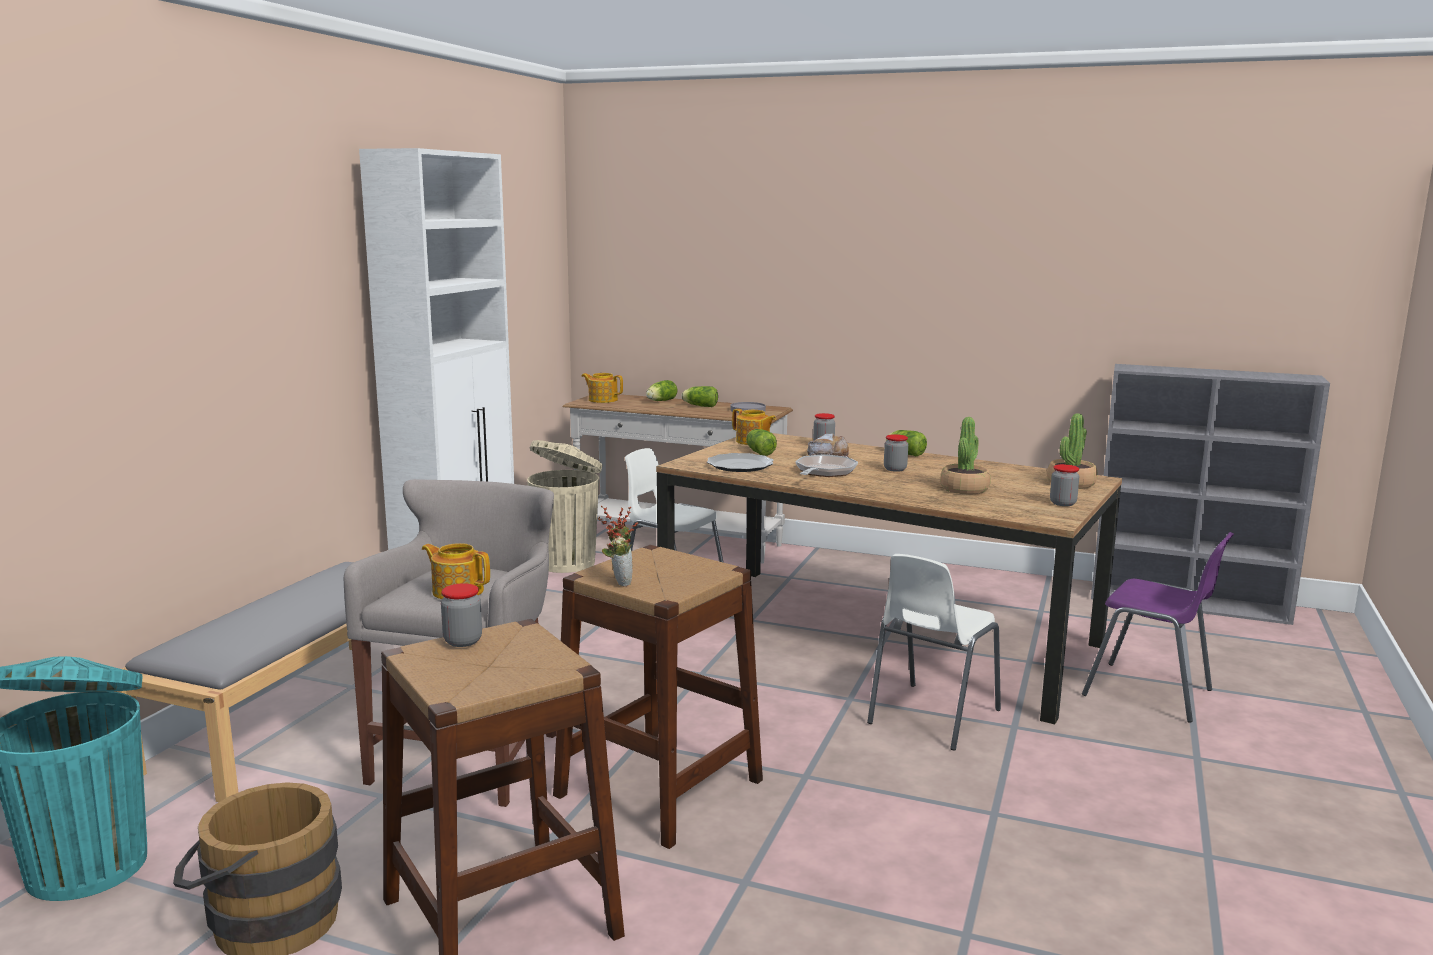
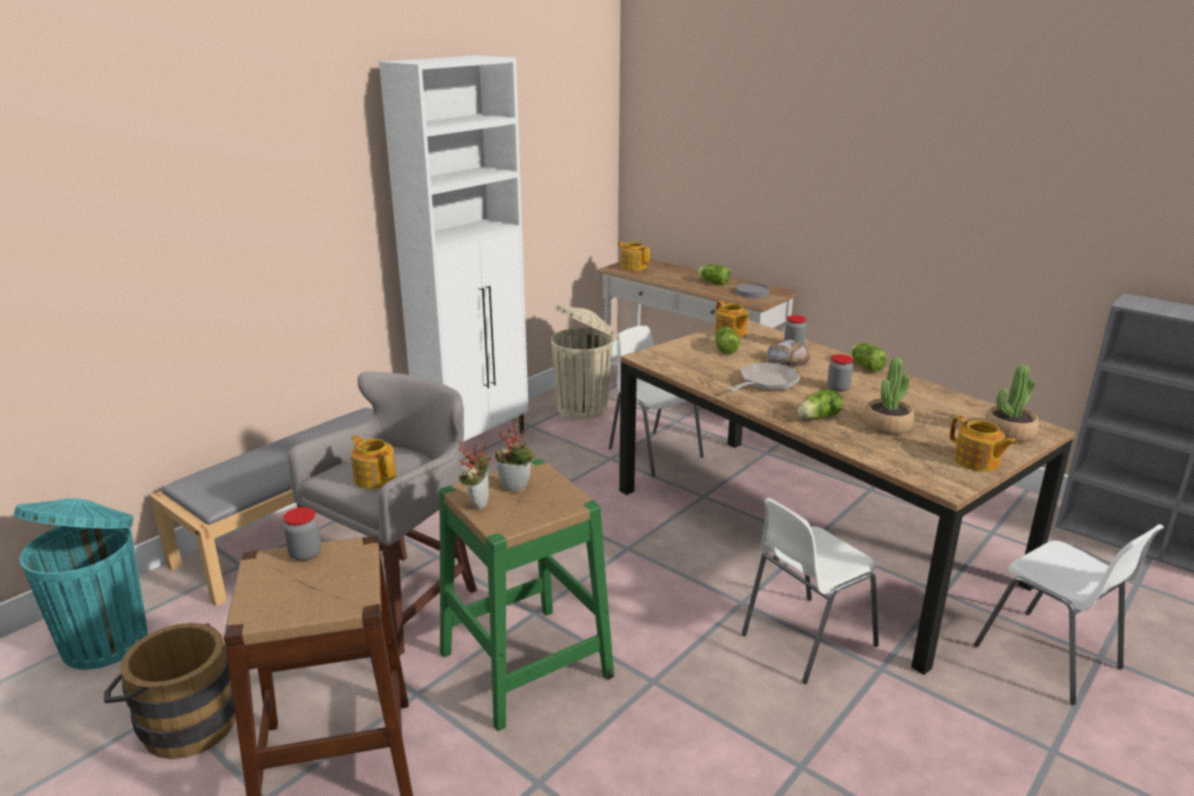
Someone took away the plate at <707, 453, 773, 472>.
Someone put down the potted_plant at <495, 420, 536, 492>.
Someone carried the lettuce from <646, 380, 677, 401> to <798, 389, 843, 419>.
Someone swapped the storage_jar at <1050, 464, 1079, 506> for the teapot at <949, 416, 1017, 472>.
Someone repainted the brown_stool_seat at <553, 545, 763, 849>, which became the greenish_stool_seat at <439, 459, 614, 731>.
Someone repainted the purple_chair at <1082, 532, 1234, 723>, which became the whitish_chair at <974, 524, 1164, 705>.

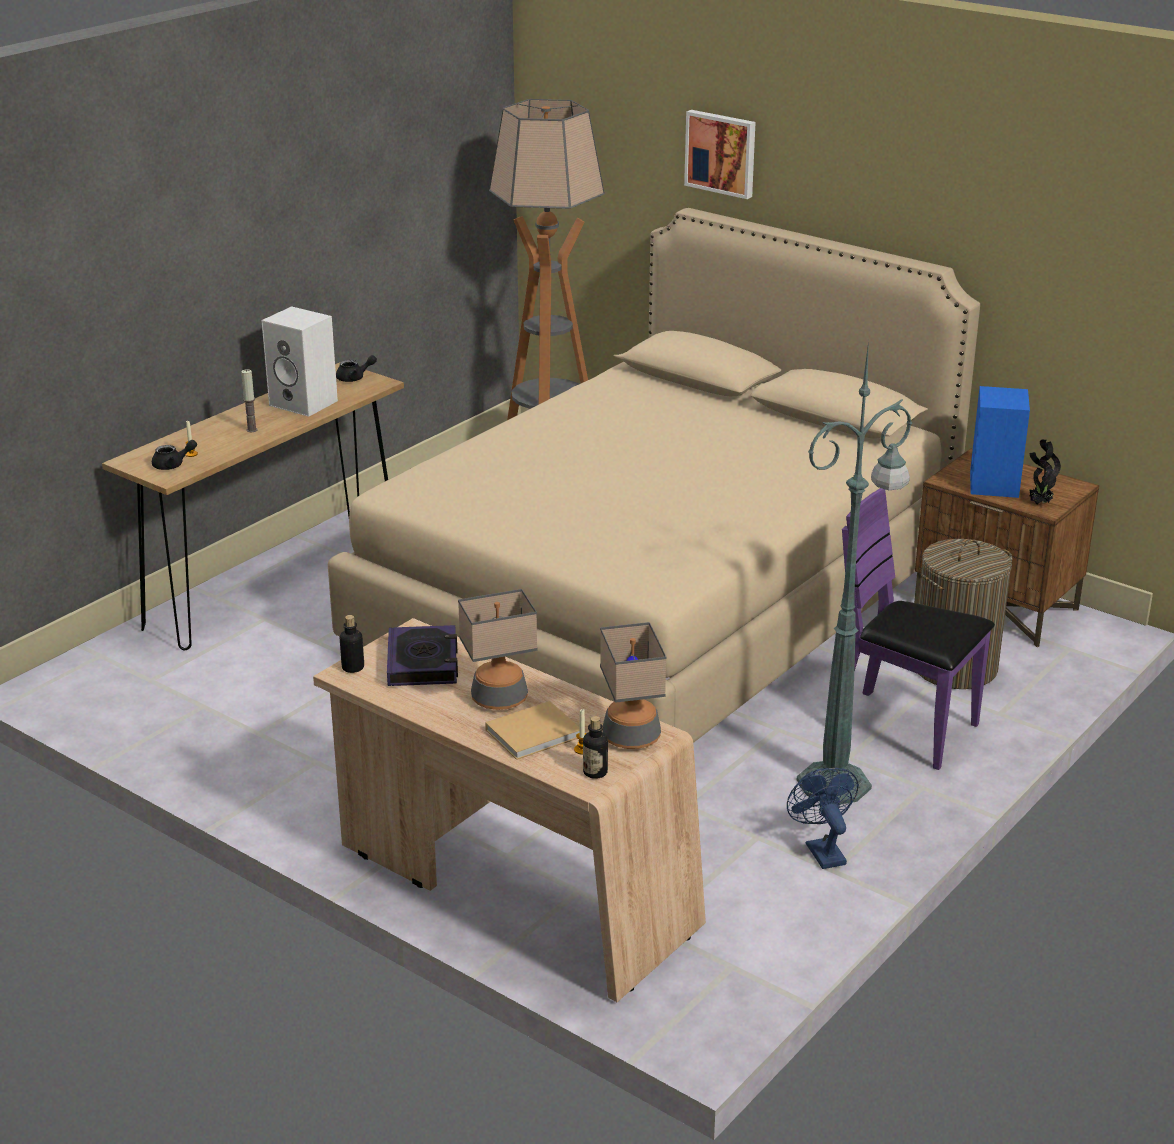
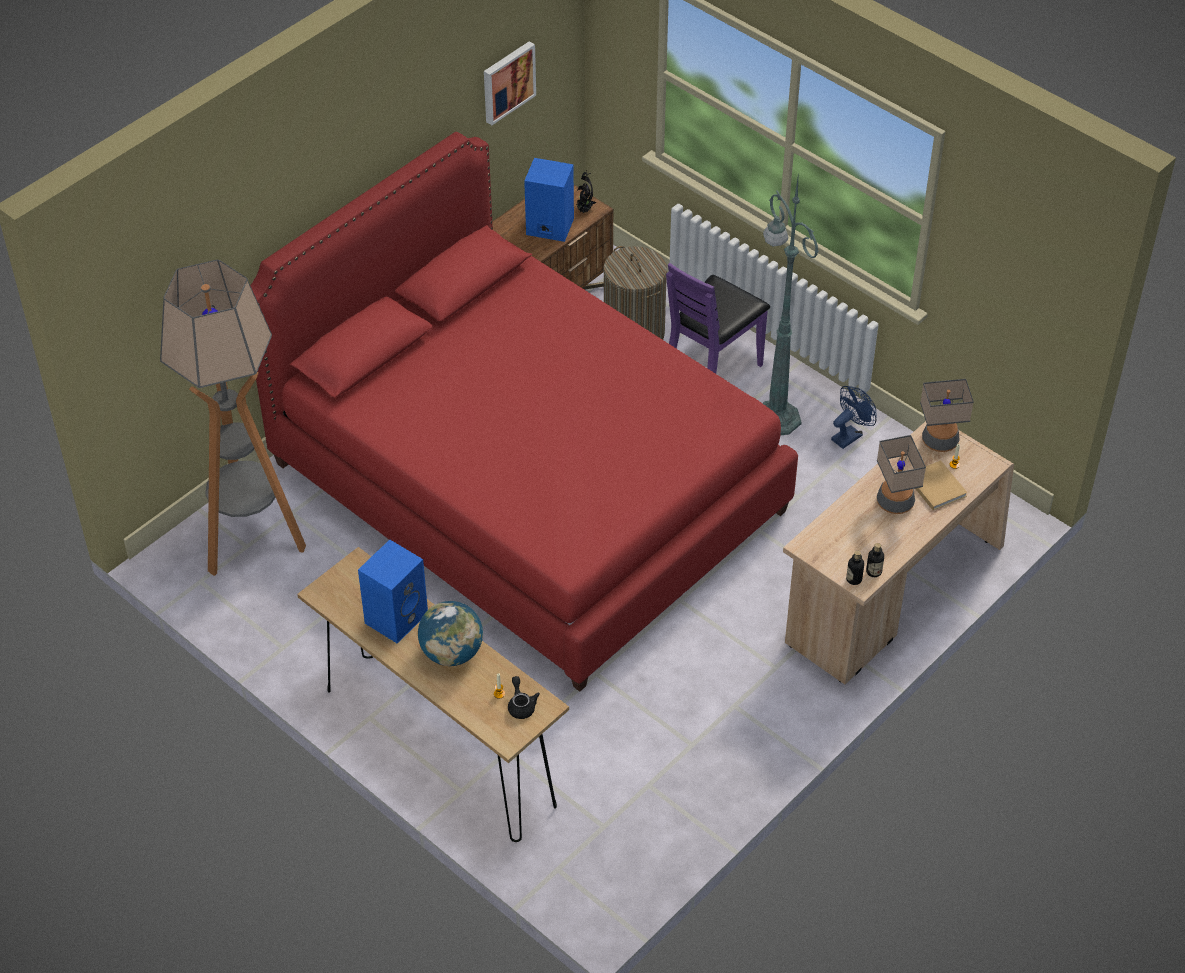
Someone took away the black-coloured_teapot at <336, 355, 377, 382>.
Someone took away the volume at <387, 625, 458, 686>.
Someone carried the beverage_bottle from <583, 716, 608, 779> to <866, 543, 884, 577>.
Someone carried the wall_art from <684, 110, 755, 199> to <484, 41, 536, 125>.
Someone swapped the candle at <241, 369, 258, 432> for the desk_globe at <418, 601, 483, 666>.
Someone repainted the whitish_speaker at <261, 306, 338, 417>, which became the bluish_speaker at <358, 540, 428, 644>.
Someone repainted the sand-coloured_sleeping_bed at <328, 208, 980, 743>, which became the red-coloured_sleeping_bed at <250, 132, 798, 692>.
Someone rotated the bluish_fan at <787, 768, 859, 869> by 150 degrees clockwise.

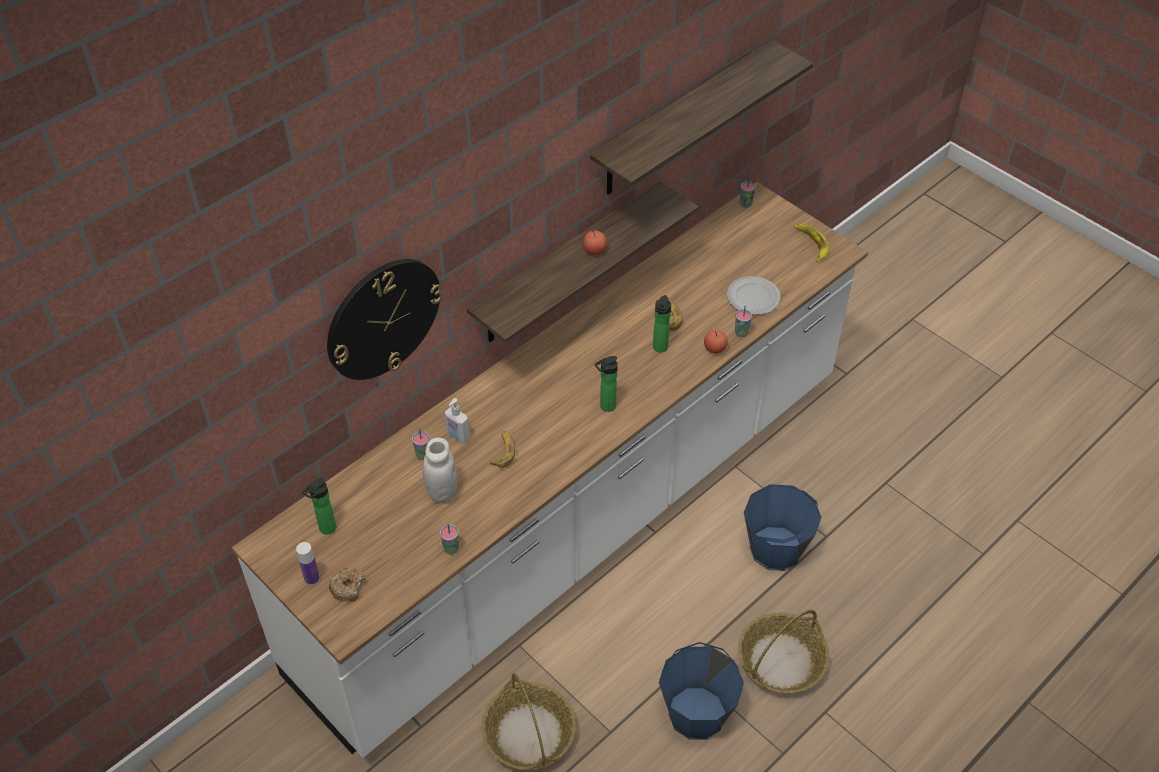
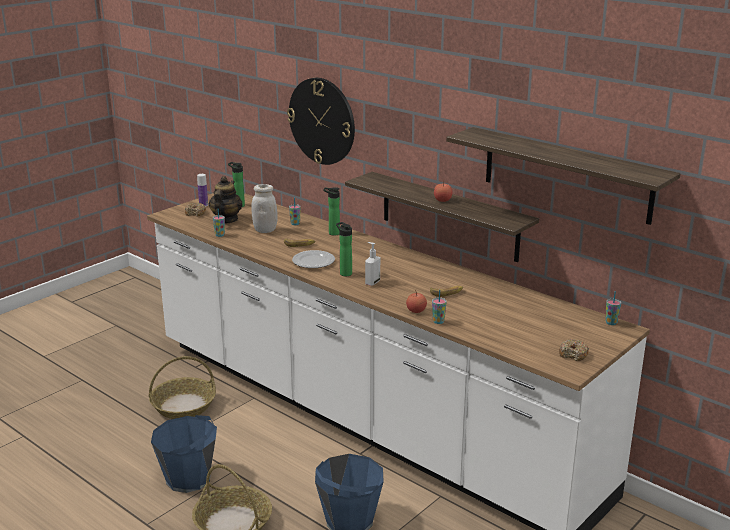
Someone put down the teapot at <209, 176, 243, 224>.
Someone carried the liquid_soap_bottle from <445, 398, 470, 443> to <365, 242, 380, 286>.
Someone carried the beverage_bottle from <653, 295, 671, 352> to <323, 187, 340, 236>.
Someone carried the plate from <727, 276, 781, 315> to <292, 250, 335, 268>.
Someone swapped the whole_banana at <794, 224, 829, 262> for the donut at <559, 339, 589, 361>.

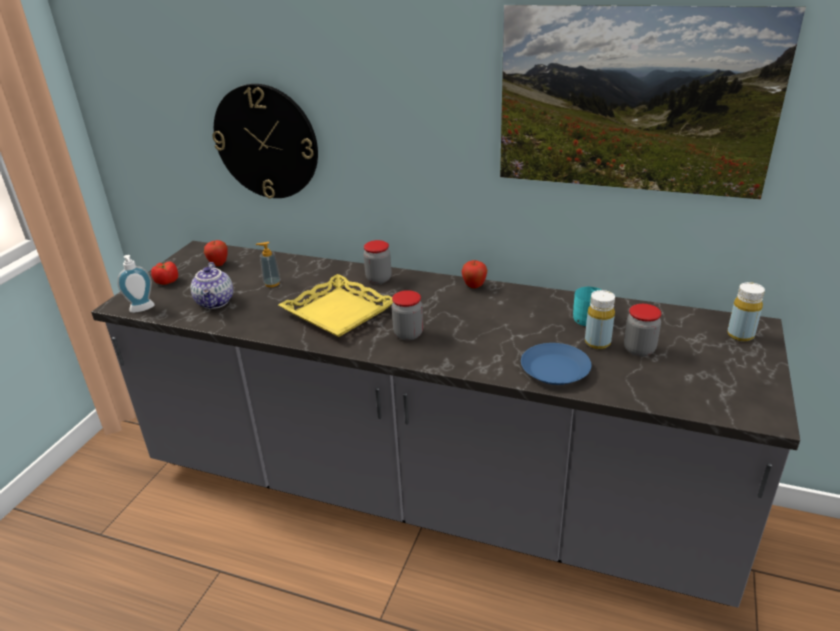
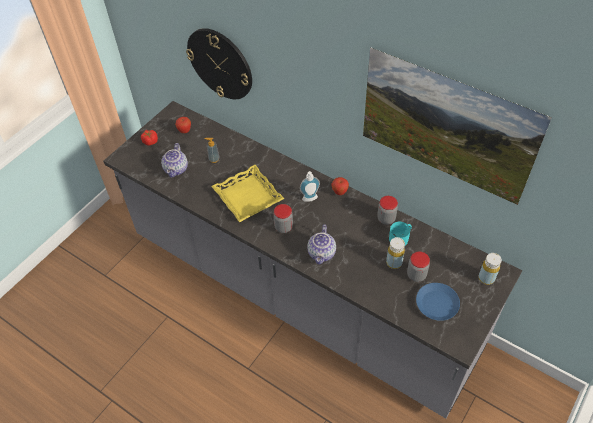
Someone put down the teapot at <307, 224, 336, 264>.
Someone carried the liquid_soap_bottle from <117, 255, 155, 313> to <300, 171, 320, 202>.
Someone carried the storage_jar from <363, 240, 392, 284> to <377, 196, 398, 225>.
Someone carried the bluish_plate from <521, 343, 591, 385> to <416, 283, 460, 321>.

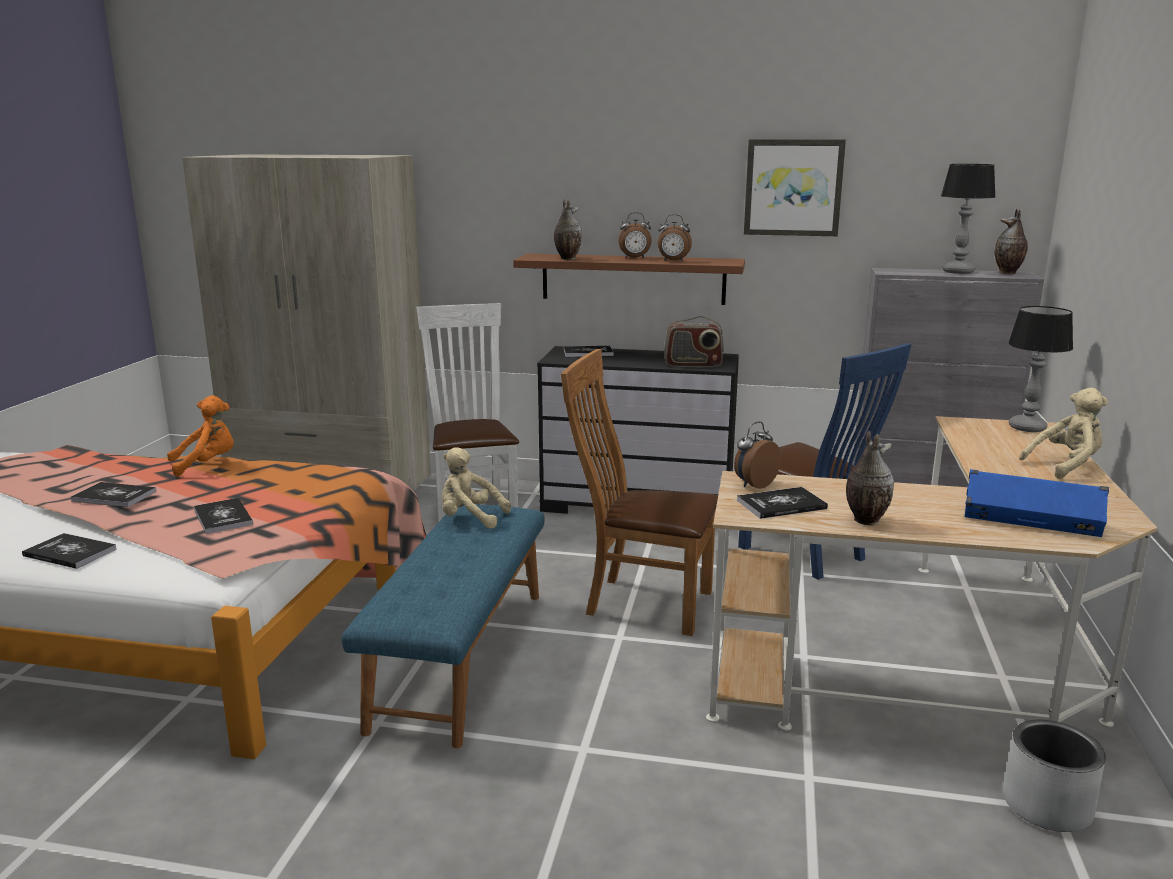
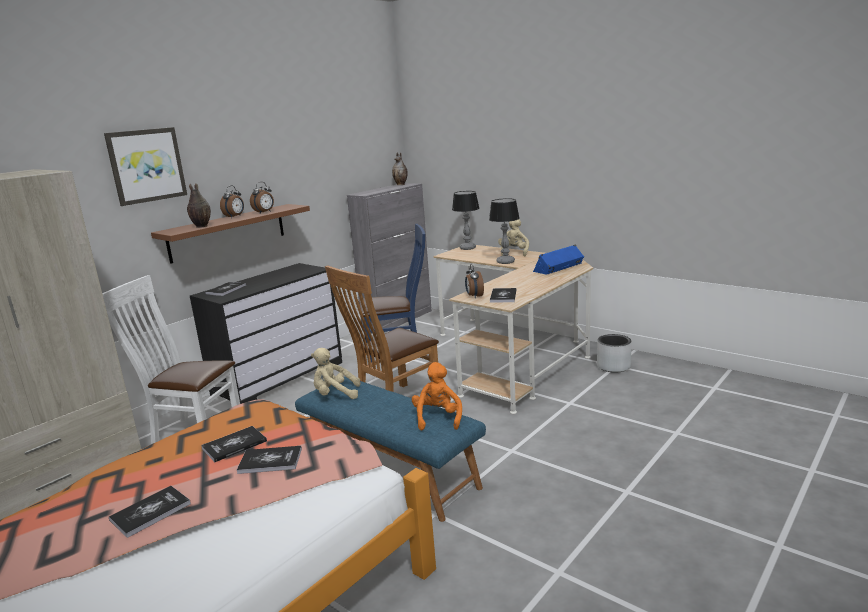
Someone took away the radio_set at <664, 316, 724, 367>.
Someone took away the vase at <846, 431, 894, 525>.
Someone carried the volume from <22, 533, 117, 569> to <201, 426, 267, 462>.
Someone carried the orange-coloured_cuddly_toy from <167, 395, 234, 477> to <412, 362, 462, 430>.
Someone carried the wall_art from <744, 139, 846, 236> to <104, 127, 187, 206>.
Someone carried the tabletop_lamp from <941, 164, 995, 274> to <489, 198, 520, 264>.
Someone rotated the sand-coloured_cuddly_toy at <442, 447, 511, 529> by 45 degrees clockwise.

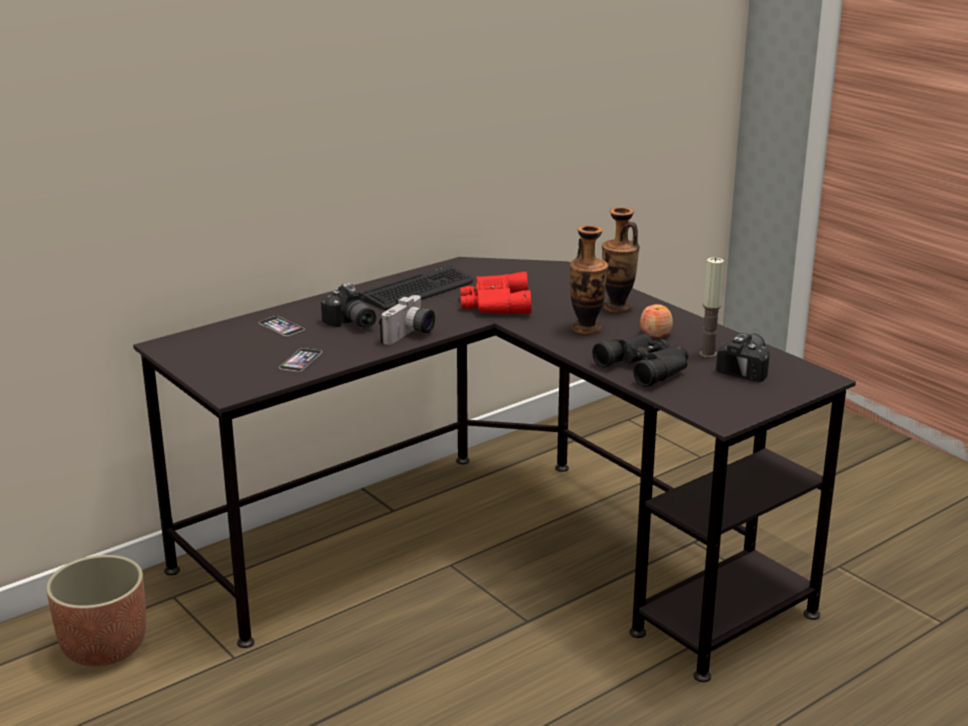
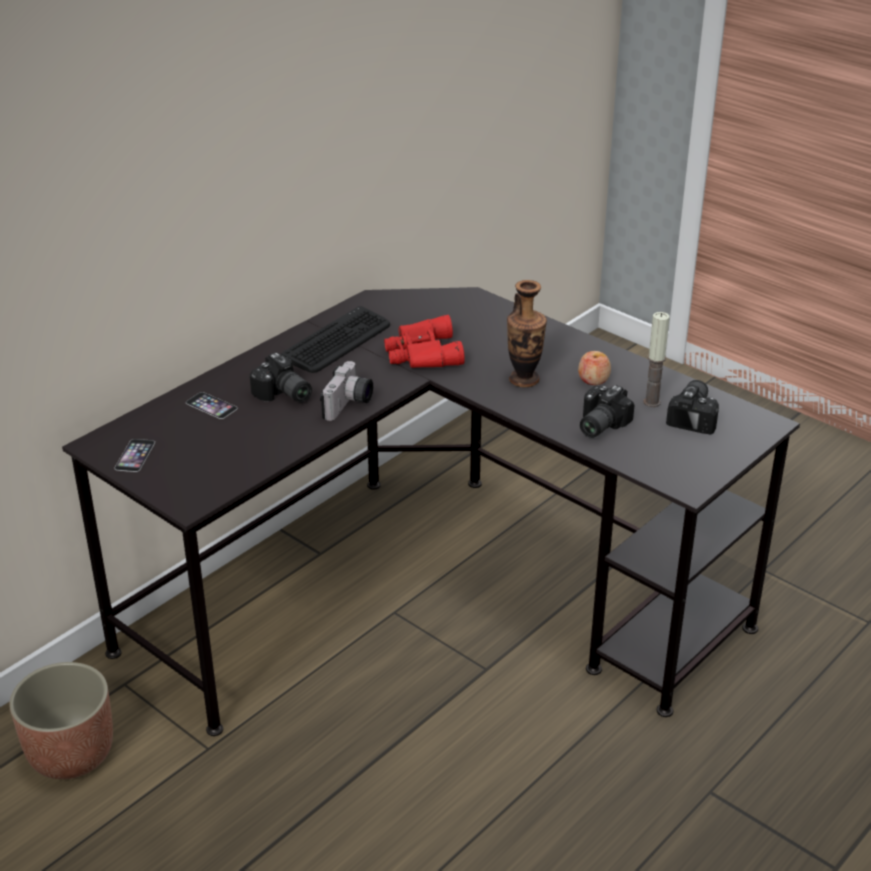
Someone took away the vase at <602, 207, 640, 313>.
Someone carried the phone from <279, 348, 322, 372> to <114, 439, 155, 472>.
Someone swapped the black-coloured_binoculars at <592, 333, 688, 387> for the still_camera at <580, 385, 634, 438>.

